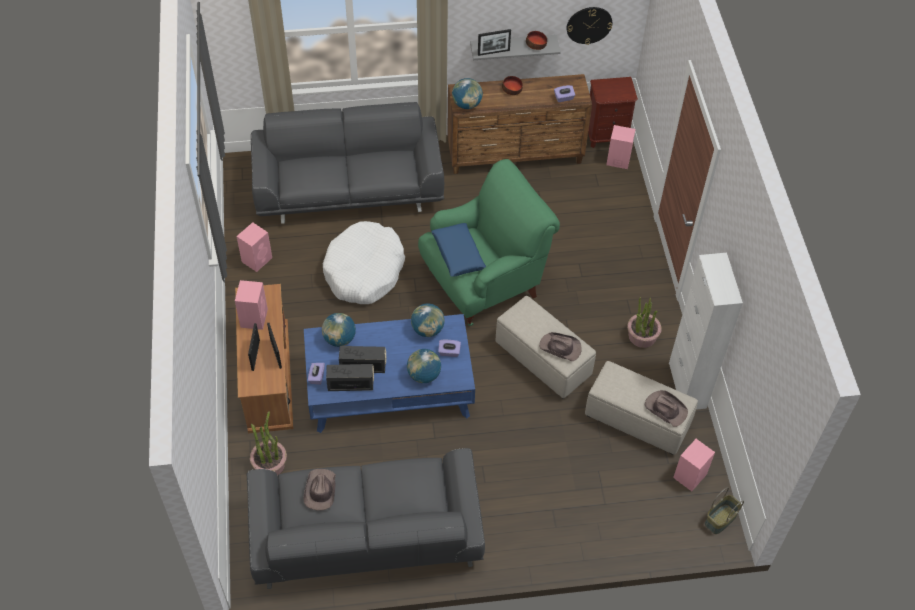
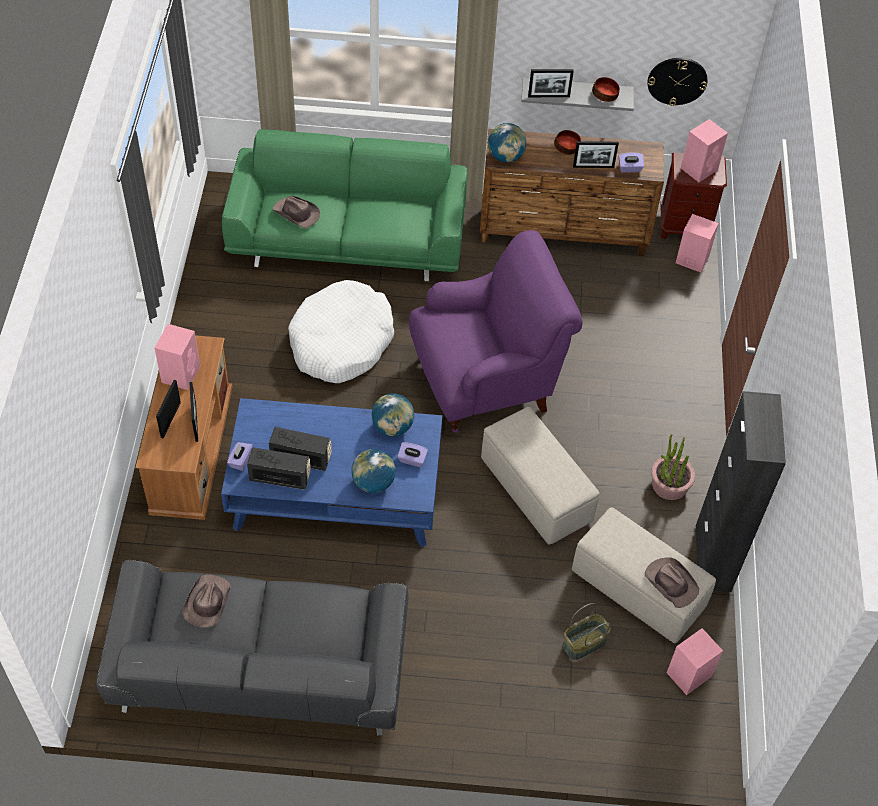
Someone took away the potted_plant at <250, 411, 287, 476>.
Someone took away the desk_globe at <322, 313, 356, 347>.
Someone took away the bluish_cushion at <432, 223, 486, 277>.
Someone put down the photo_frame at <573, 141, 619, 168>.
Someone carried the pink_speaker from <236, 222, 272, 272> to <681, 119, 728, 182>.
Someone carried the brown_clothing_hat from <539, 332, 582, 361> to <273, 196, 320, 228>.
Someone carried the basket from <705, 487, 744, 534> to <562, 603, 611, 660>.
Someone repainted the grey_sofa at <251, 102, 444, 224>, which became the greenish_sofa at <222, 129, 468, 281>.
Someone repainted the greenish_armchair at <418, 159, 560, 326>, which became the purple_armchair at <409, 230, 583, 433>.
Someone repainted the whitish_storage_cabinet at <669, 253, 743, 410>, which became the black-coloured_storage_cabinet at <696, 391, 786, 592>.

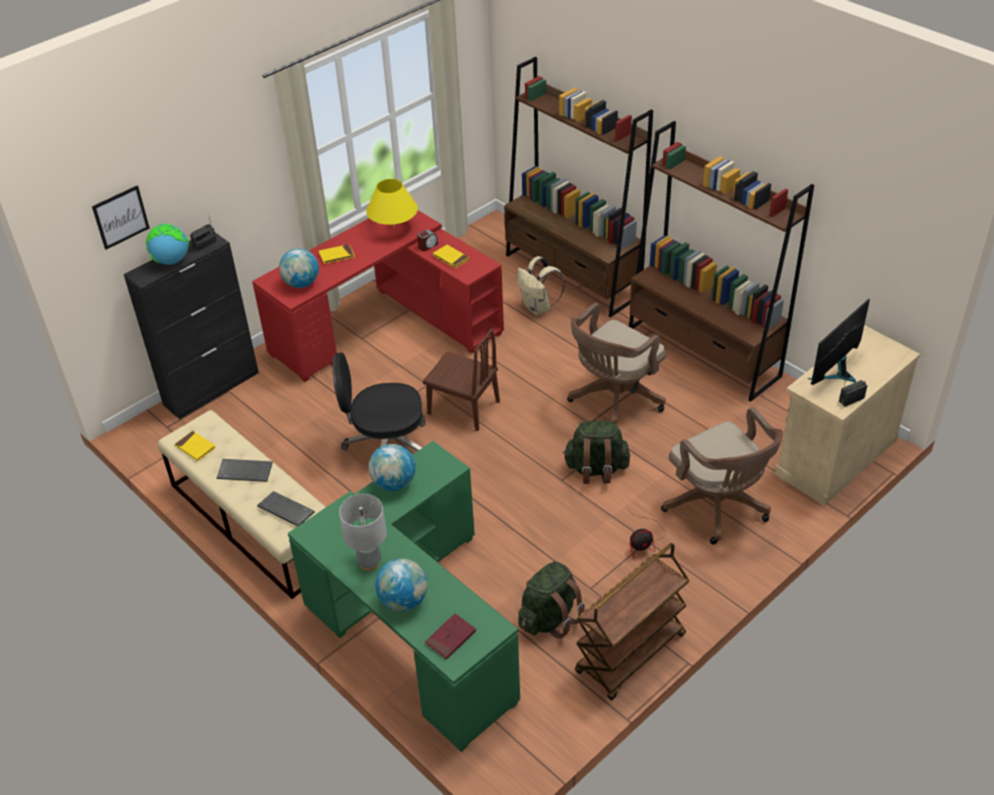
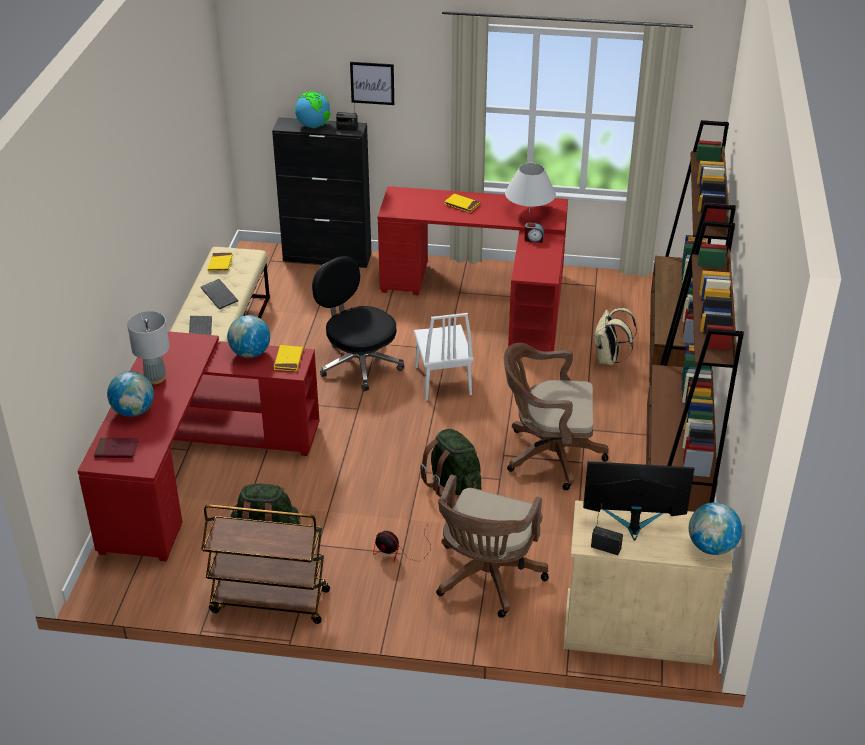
Someone carried the wall_art from <92, 186, 150, 250> to <350, 62, 394, 105>.
Someone carried the desk_globe from <279, 248, 319, 288> to <689, 502, 742, 555>.
Someone carried the yellow-coloured_volume from <433, 245, 470, 268> to <274, 345, 303, 371>.
Someone repainted the greenish_desk at <288, 441, 520, 752>, which became the red-coloured_desk at <78, 331, 320, 561>.
Someone repainted the yellow-coloured_tabletop_lamp at <366, 179, 418, 226>, which became the whitish_tabletop_lamp at <505, 163, 556, 212>.
Someone repainted the brown_chair at <423, 328, 500, 431>, which became the whitish_chair at <414, 313, 474, 401>.

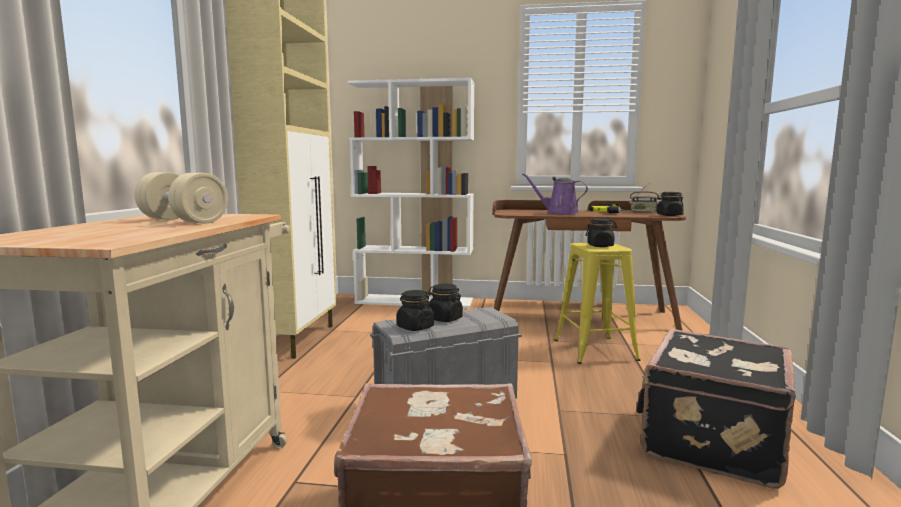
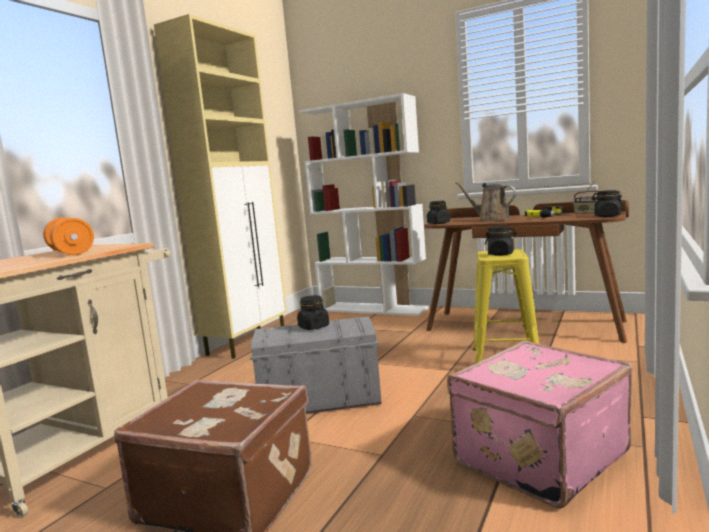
Someone carried the black-coloured_storage_jar from <397, 290, 434, 331> to <427, 201, 450, 224>.
Someone repainted the sand-coloured_dumbbell at <135, 172, 228, 224>, which became the orange-coloured_dumbbell at <43, 217, 94, 255>.
Someone repainted the purple_watering_pot at <522, 173, 588, 214>, which became the brown_watering_pot at <455, 182, 517, 221>.
Someone repainted the black-coloured_suitcase at <636, 329, 796, 489>, which became the pink_suitcase at <447, 341, 633, 508>.

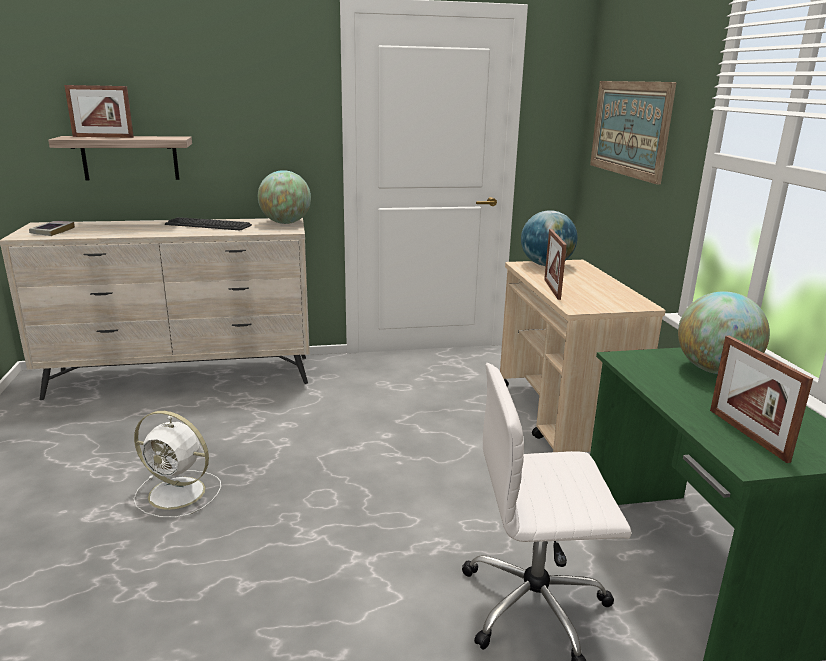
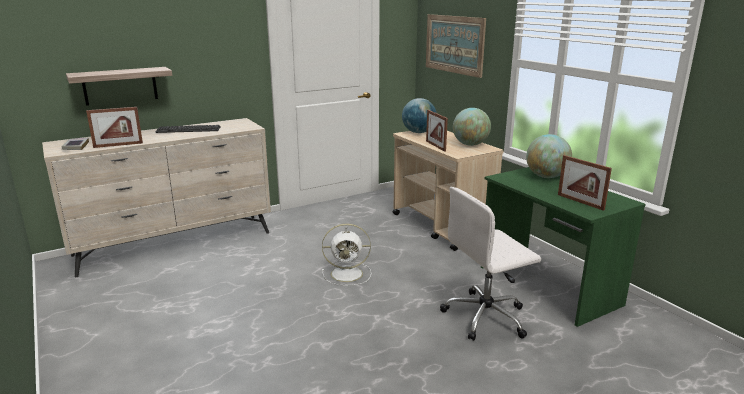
Someone carried the photo_frame from <64, 85, 134, 138> to <86, 107, 143, 148>.
Someone carried the whitish_fan from <133, 411, 221, 518> to <322, 224, 372, 286>.
Someone carried the desk_globe from <258, 170, 311, 224> to <453, 108, 491, 146>.

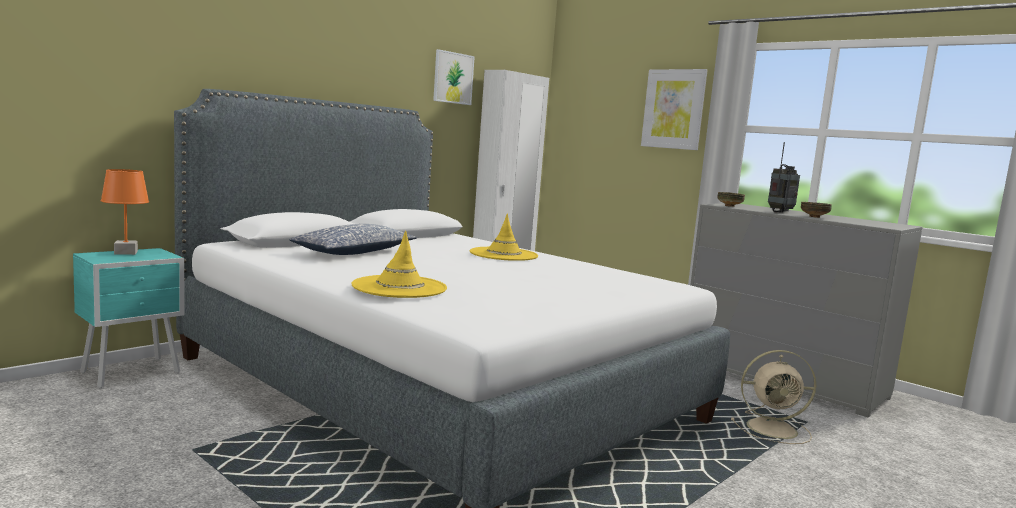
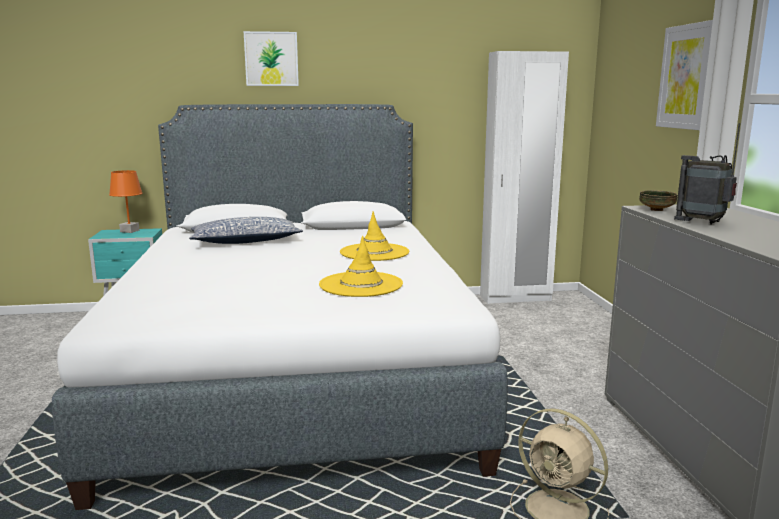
Someone took away the deep_dish at <801, 202, 832, 218>.
Someone carried the yellow-coloured_clothing_hat from <351, 231, 447, 298> to <319, 235, 403, 297>.
Someone carried the wall_art from <433, 49, 475, 105> to <244, 31, 299, 86>.
Someone rotated the radio_set at <768, 142, 800, 212> by 135 degrees counterclockwise.

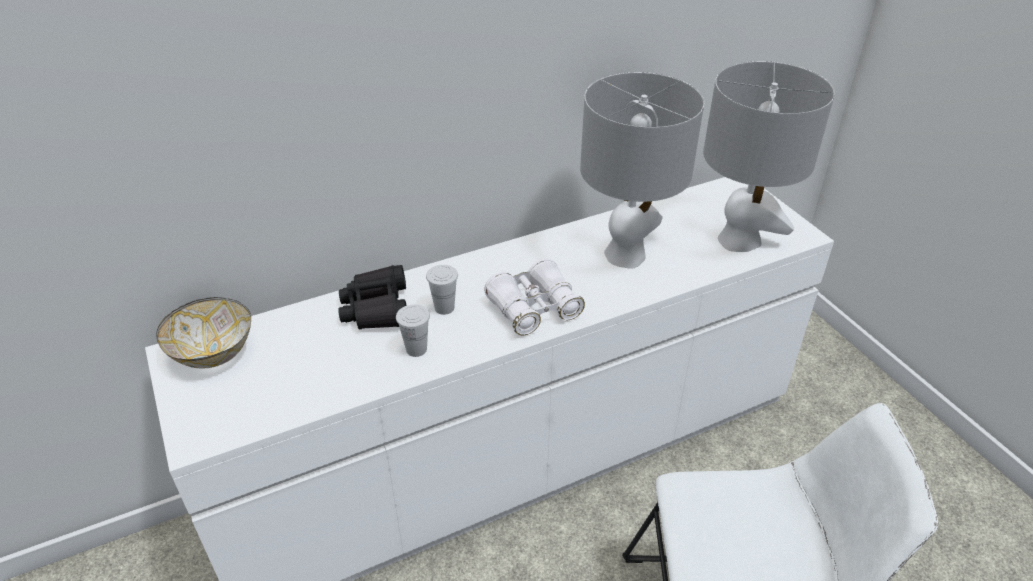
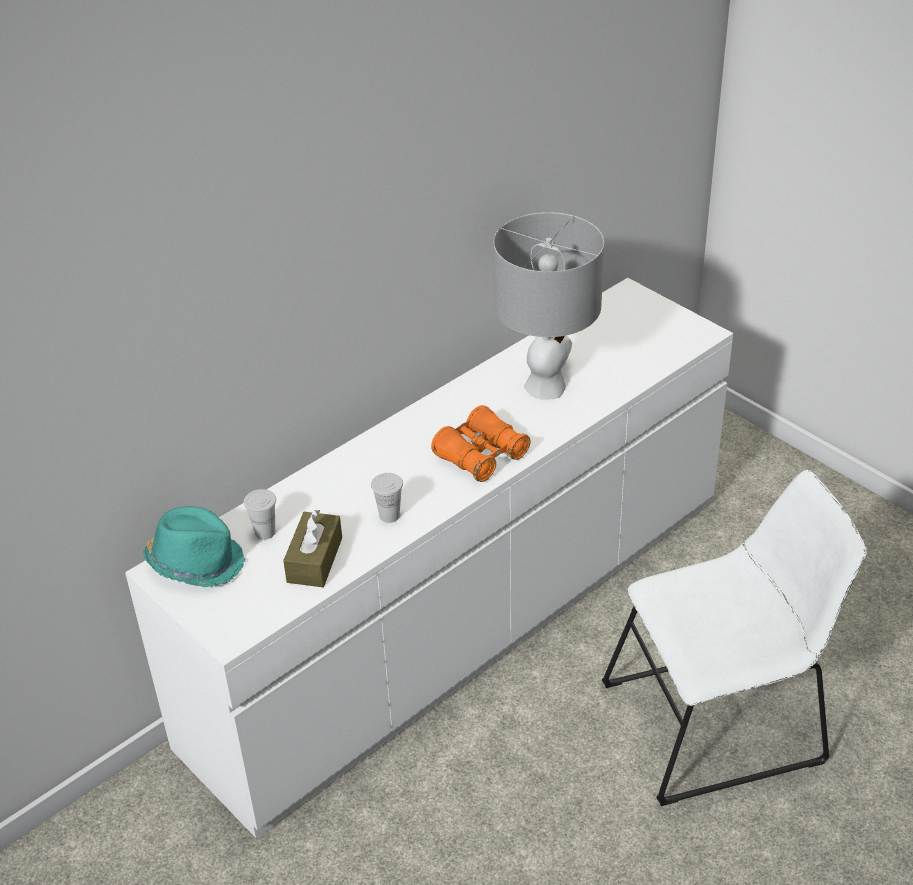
Someone took away the black-coloured_binoculars at <338, 265, 407, 330>.
Someone took away the grey_tabletop_lamp at <703, 61, 835, 252>.
Someone put down the brown_box_of_tissues at <283, 510, 342, 587>.
Someone carried the whitish_drinking_cup from <426, 265, 458, 315> to <244, 489, 276, 540>.
Someone swapped the deep_dish at <156, 297, 251, 369> for the turquoise_clothing_hat at <143, 506, 246, 587>.
Someone repainted the whitish_binoculars at <484, 258, 585, 335>, which became the orange-coloured_binoculars at <431, 405, 530, 482>.

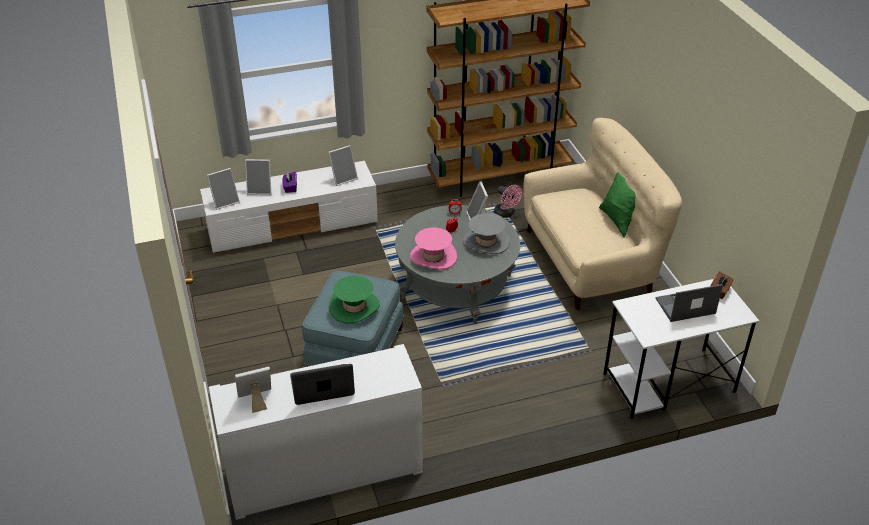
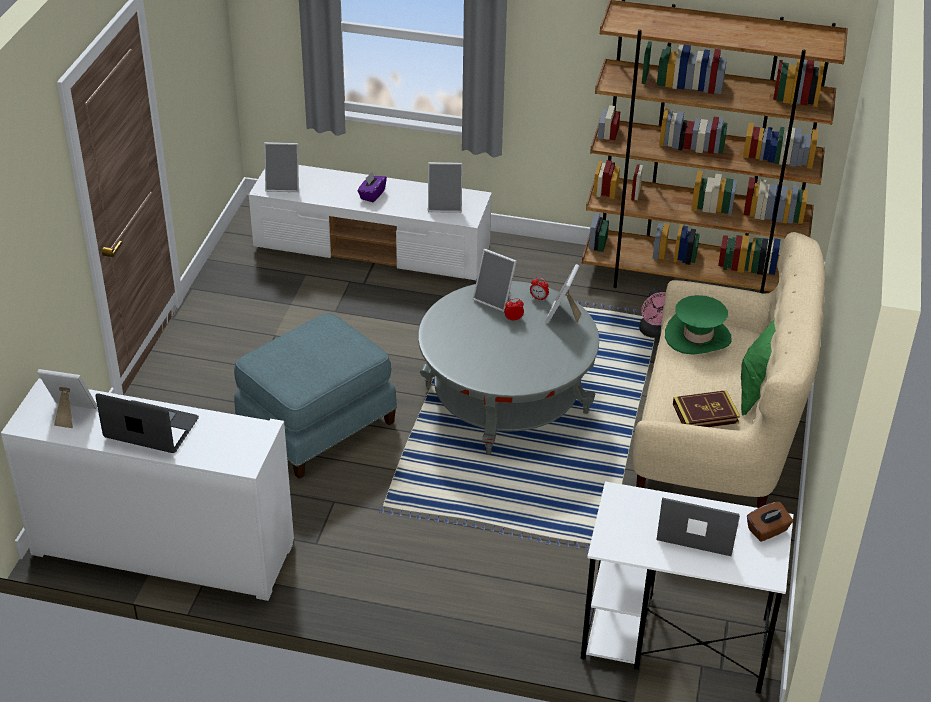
Someone took away the pink_clothing_hat at <410, 227, 457, 270>.
Someone took away the grey_clothing_hat at <463, 213, 509, 254>.
Someone put down the volume at <673, 390, 740, 427>.
Someone carried the photo_frame from <245, 159, 271, 195> to <473, 249, 517, 312>.
Someone carried the greenish_clothing_hat from <329, 275, 380, 324> to <665, 295, 732, 355>.

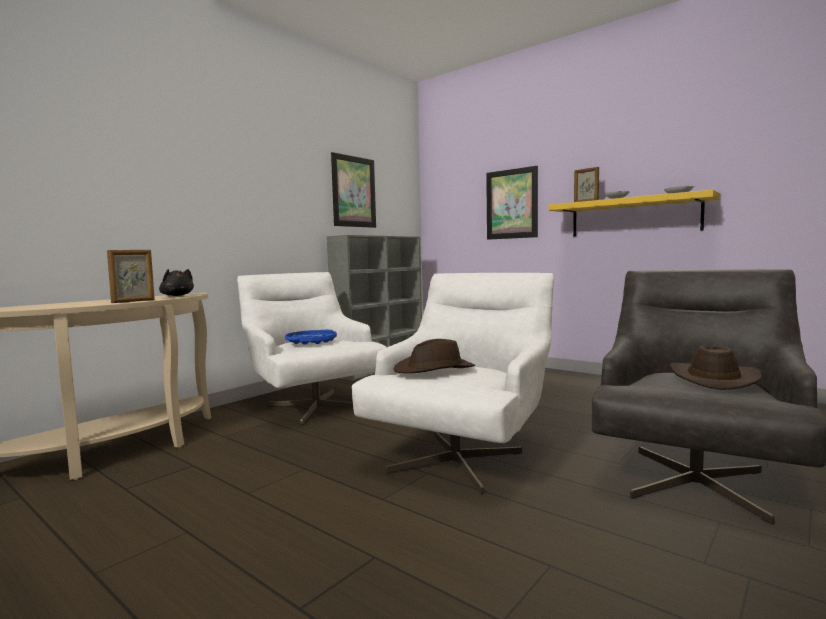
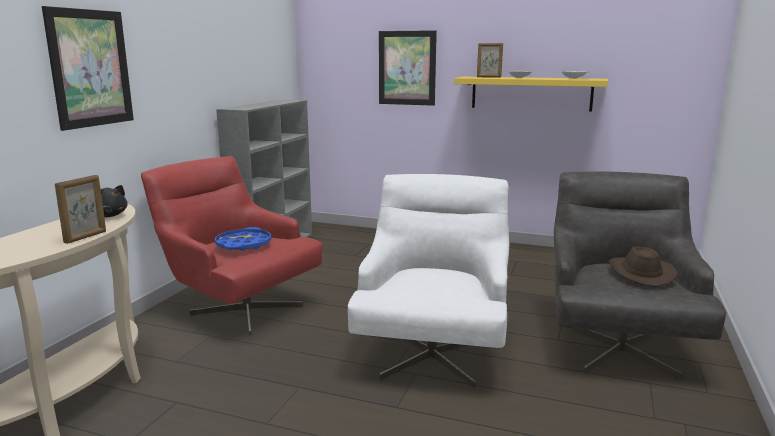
Someone took away the brown_clothing_hat at <394, 339, 475, 374>.
Someone carried the wall_art from <331, 152, 376, 228> to <42, 6, 134, 131>.
Someone repainted the whitish_armchair at <237, 272, 387, 425>, which became the red-coloured_armchair at <141, 156, 322, 335>.

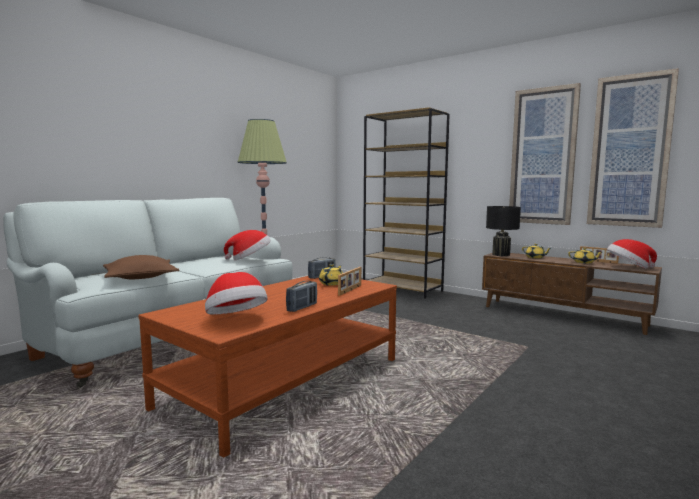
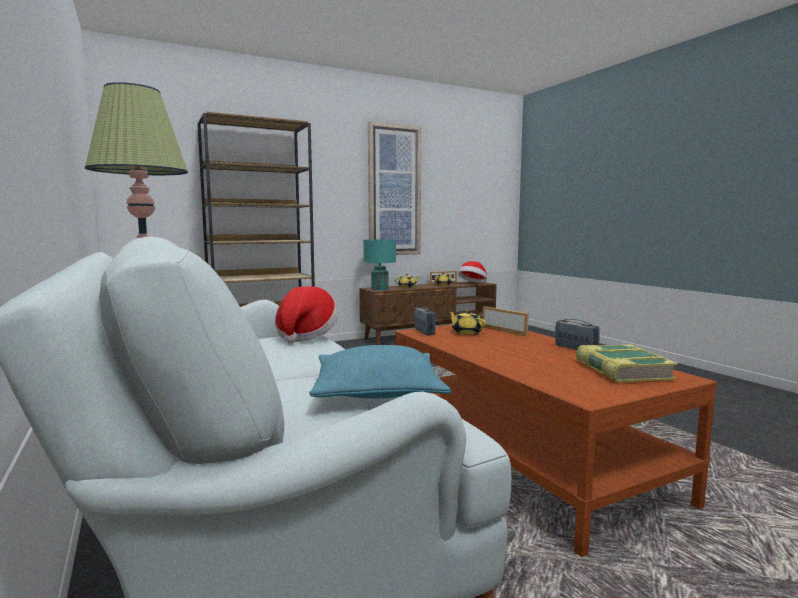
Someone took away the wall_art at <587, 68, 679, 228>.
Someone swapped the clothing_hat at <205, 272, 268, 315> for the volume at <576, 344, 678, 383>.
Someone repainted the brown_cushion at <103, 255, 179, 279>, which became the turquoise_cushion at <309, 345, 451, 399>.
Someone repainted the black-coloured_tabletop_lamp at <486, 206, 521, 256>, which became the turquoise_tabletop_lamp at <363, 239, 396, 291>.

